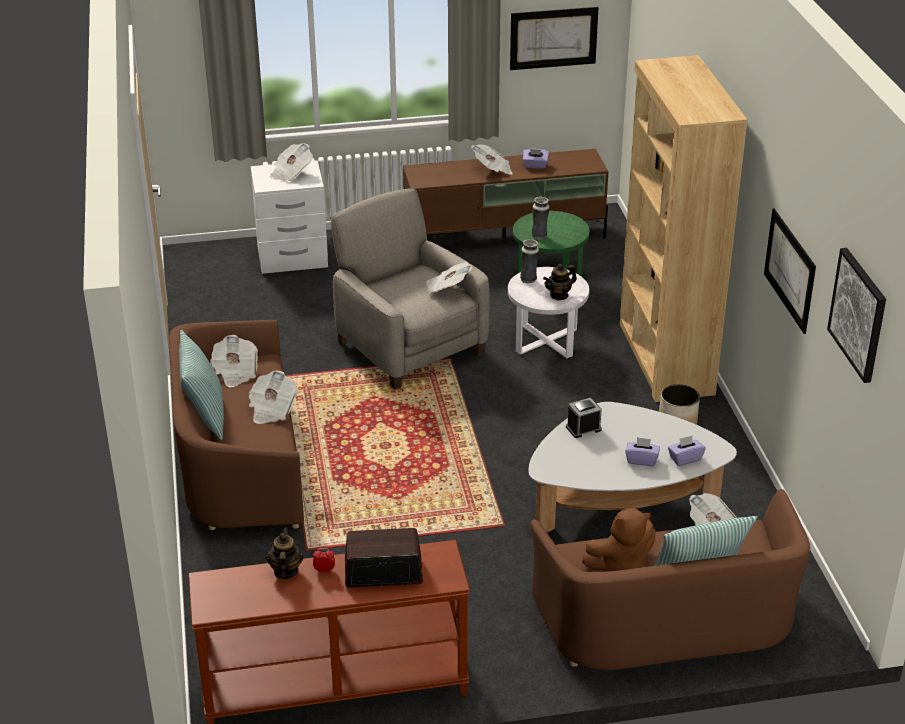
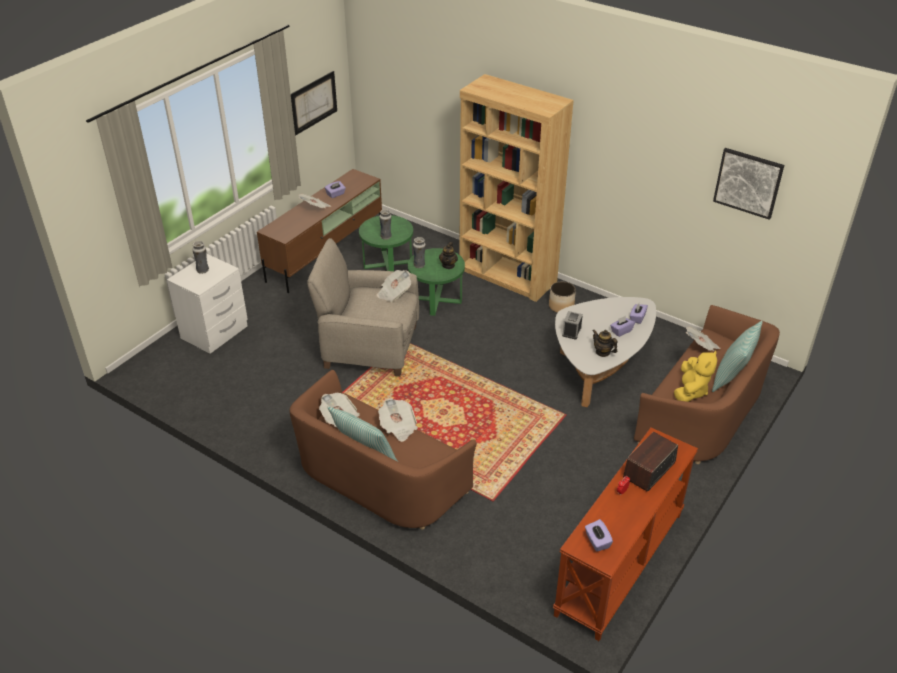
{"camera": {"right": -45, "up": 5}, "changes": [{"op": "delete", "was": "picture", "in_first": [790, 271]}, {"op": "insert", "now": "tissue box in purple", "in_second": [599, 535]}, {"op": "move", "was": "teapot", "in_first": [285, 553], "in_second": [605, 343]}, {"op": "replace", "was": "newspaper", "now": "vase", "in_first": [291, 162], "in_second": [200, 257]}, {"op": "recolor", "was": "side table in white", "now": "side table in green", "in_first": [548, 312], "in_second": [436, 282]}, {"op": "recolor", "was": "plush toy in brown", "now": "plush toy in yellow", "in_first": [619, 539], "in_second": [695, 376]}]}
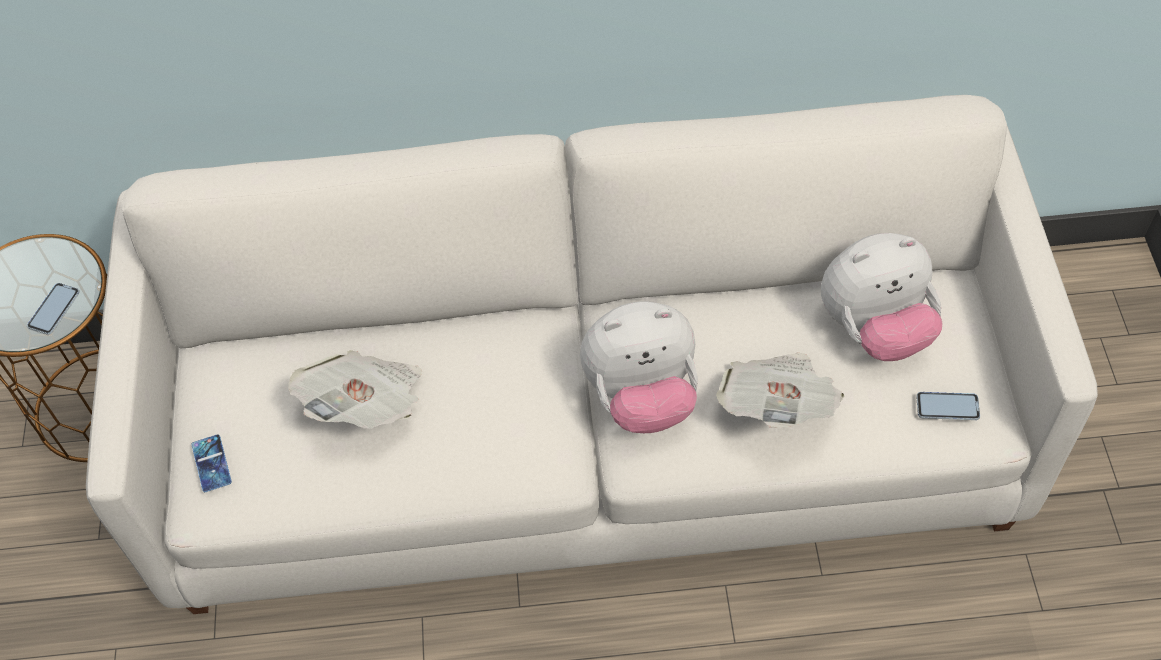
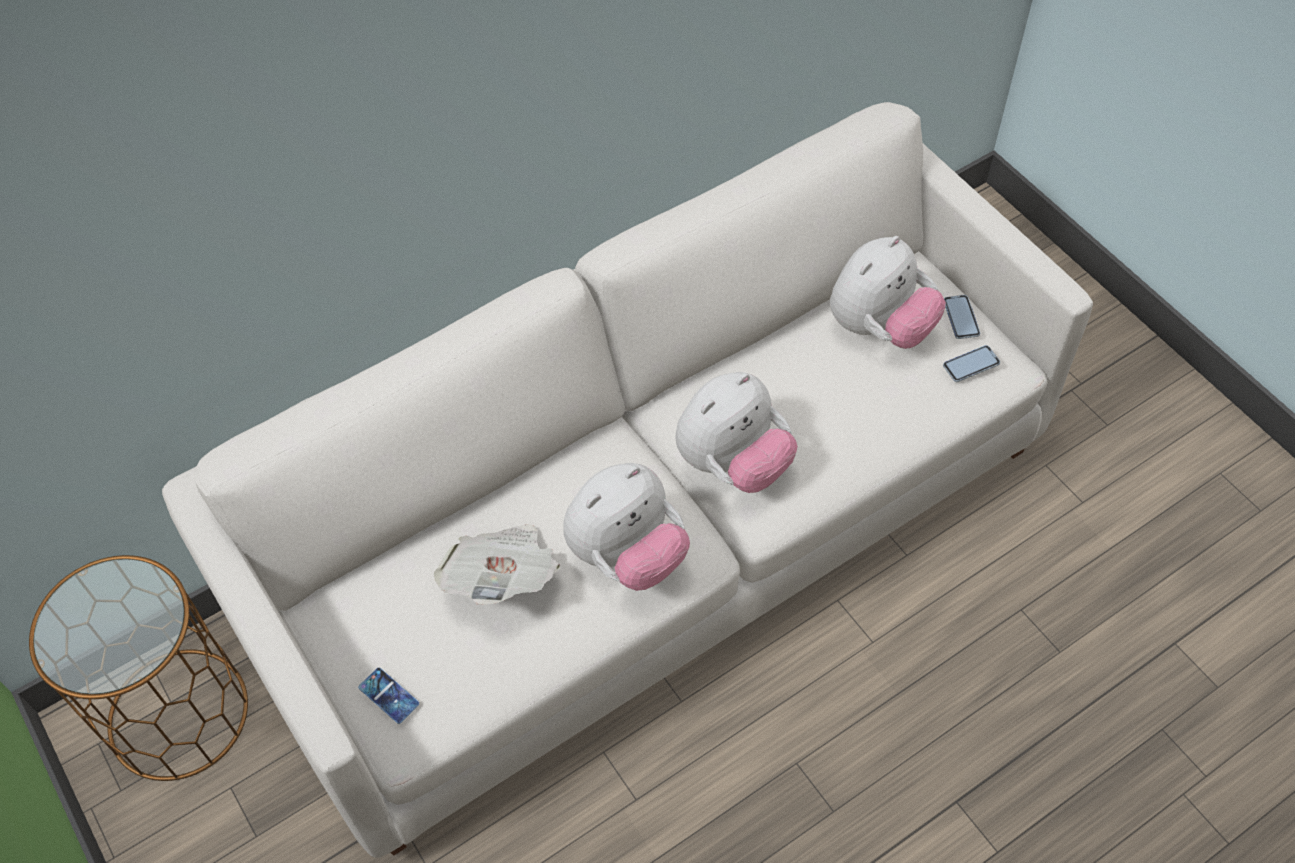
{"camera": {"right": -30, "up": 0}, "changes": [{"op": "delete", "was": "newspaper", "in_first": [780, 390]}, {"op": "insert", "now": "plush toy", "in_second": [626, 527]}, {"op": "move", "was": "phone", "in_first": [53, 309], "in_second": [962, 317]}]}
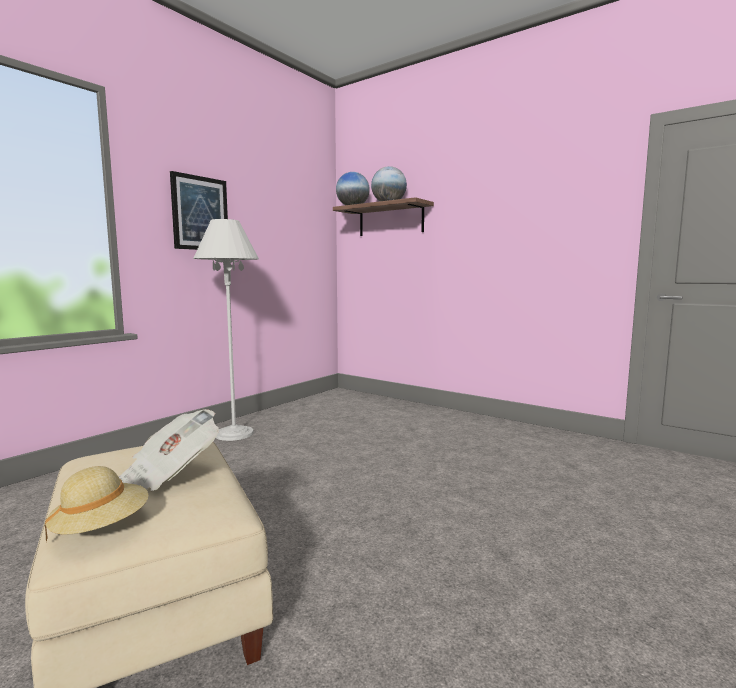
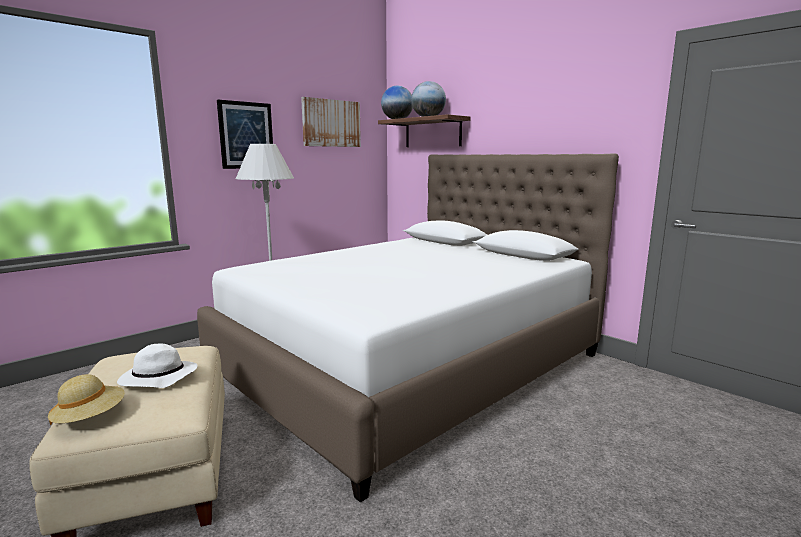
{"camera": {"right": 10, "up": 5}, "changes": [{"op": "insert", "now": "bed in white", "in_second": [408, 328]}, {"op": "insert", "now": "picture", "in_second": [331, 122]}, {"op": "replace", "was": "newspaper", "now": "hat in white", "in_first": [168, 450], "in_second": [157, 365]}]}
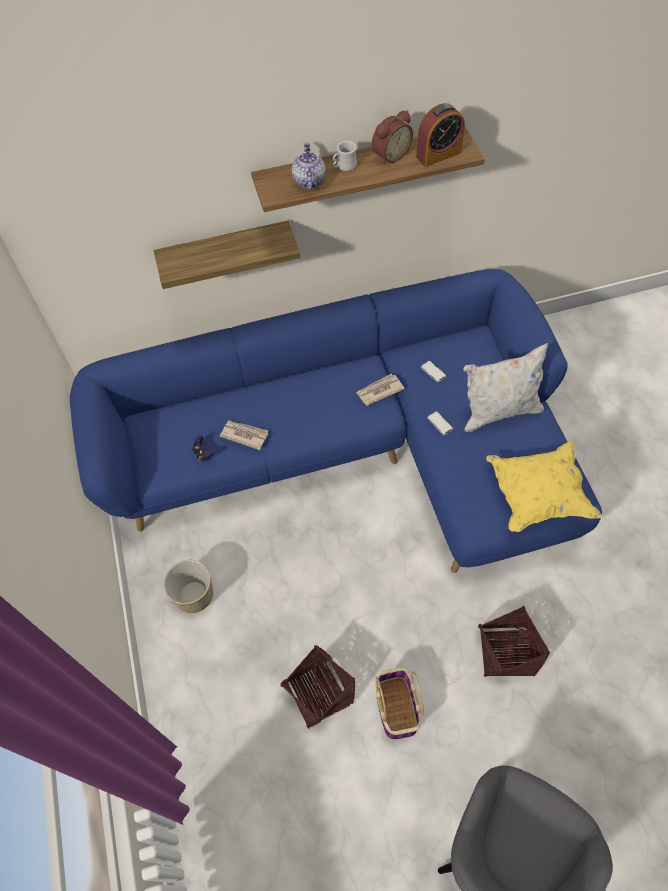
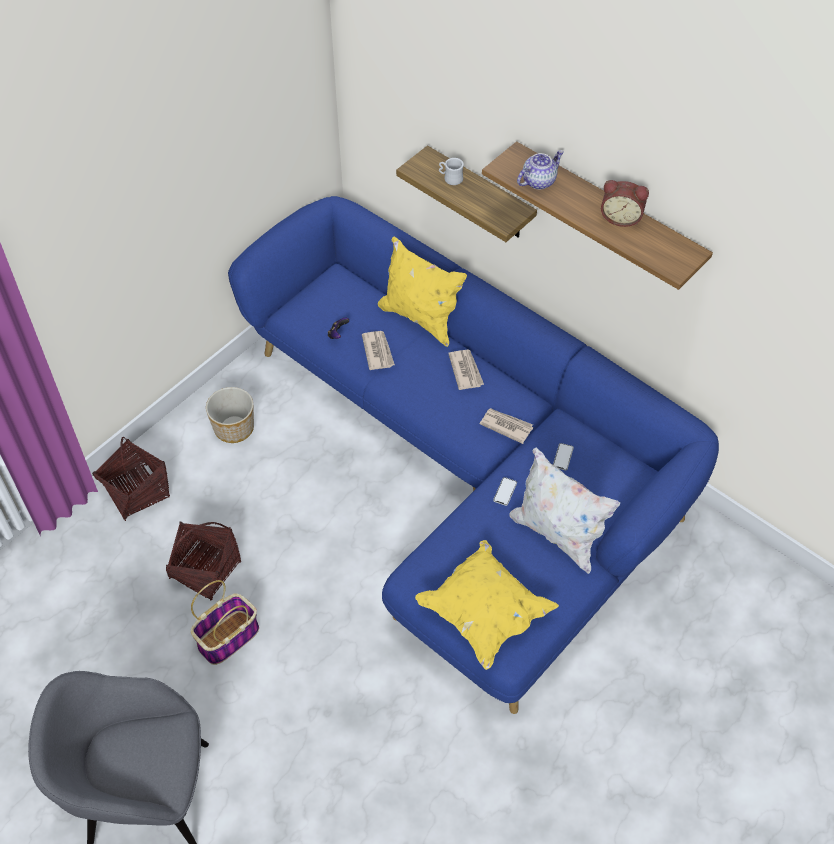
{"camera": {"right": 55, "up": -5}, "changes": [{"op": "delete", "was": "alarm clock", "in_first": [440, 135]}, {"op": "insert", "now": "pillow in yellow", "in_second": [422, 291]}, {"op": "insert", "now": "newspaper", "in_second": [466, 370]}, {"op": "move", "was": "mug in white", "in_first": [345, 156], "in_second": [451, 171]}, {"op": "move", "was": "basket", "in_first": [514, 641], "in_second": [131, 479]}]}
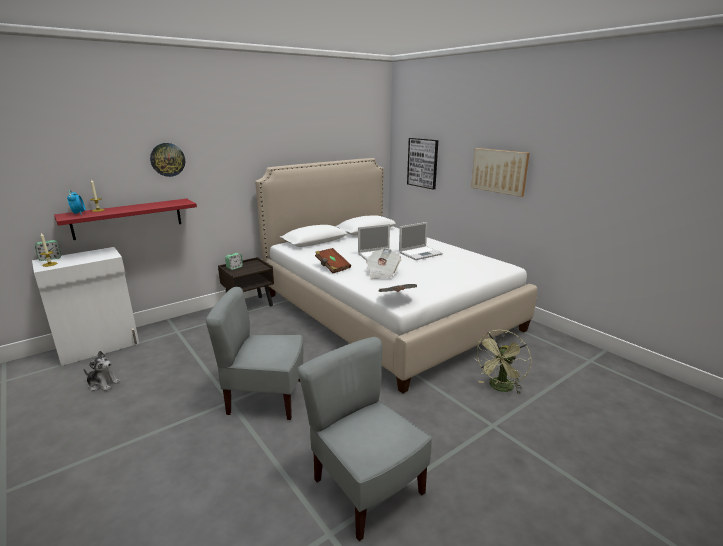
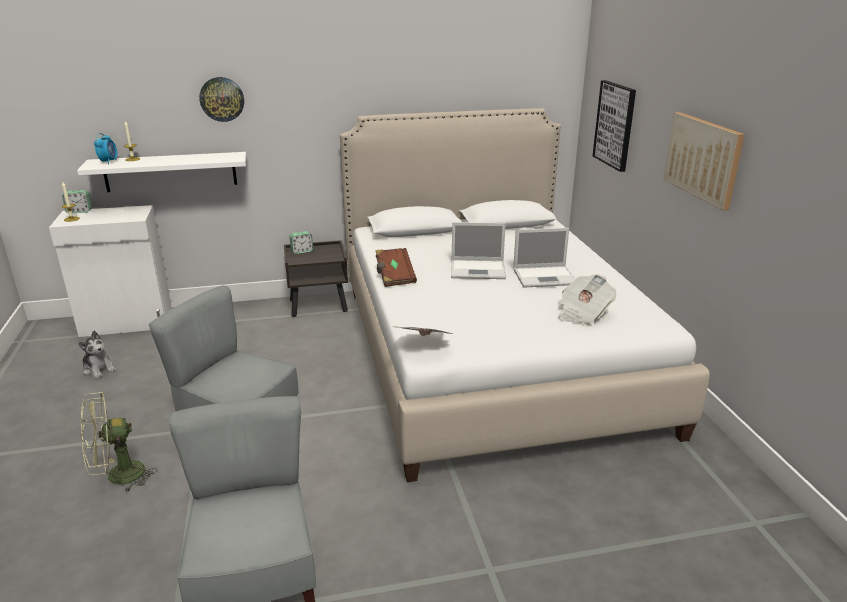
{"camera": {"right": 25, "up": 5}, "changes": [{"op": "move", "was": "newspaper", "in_first": [383, 263], "in_second": [587, 299]}, {"op": "move", "was": "fan in green", "in_first": [503, 362], "in_second": [119, 442]}, {"op": "recolor", "was": "shelf in red", "now": "shelf in white", "in_first": [125, 219], "in_second": [162, 172]}]}
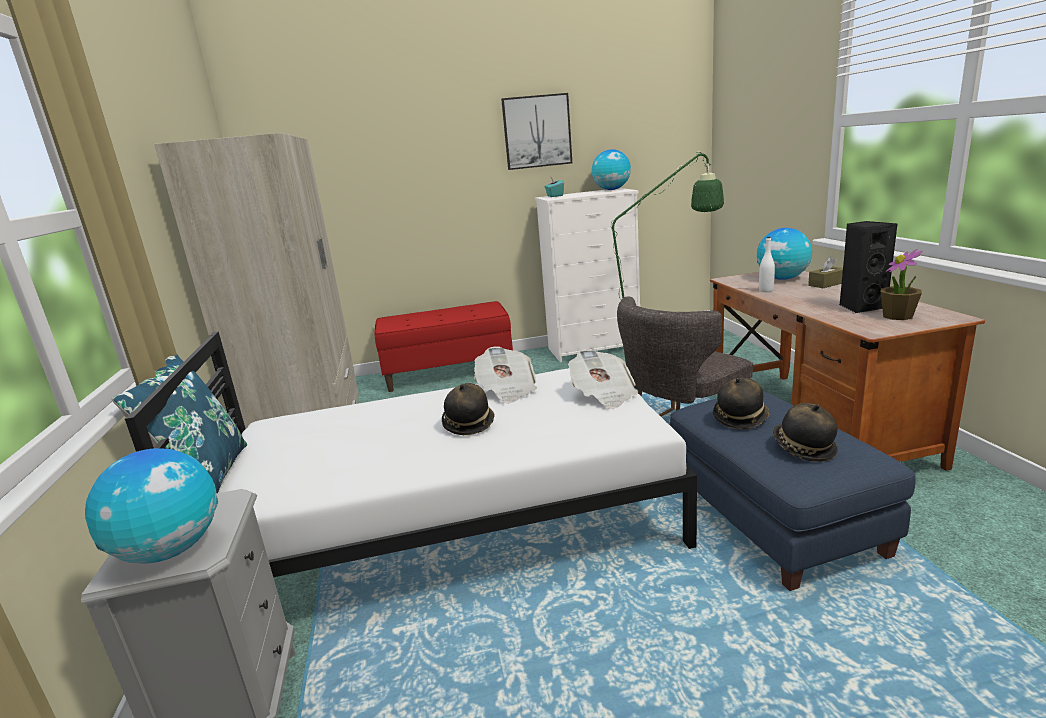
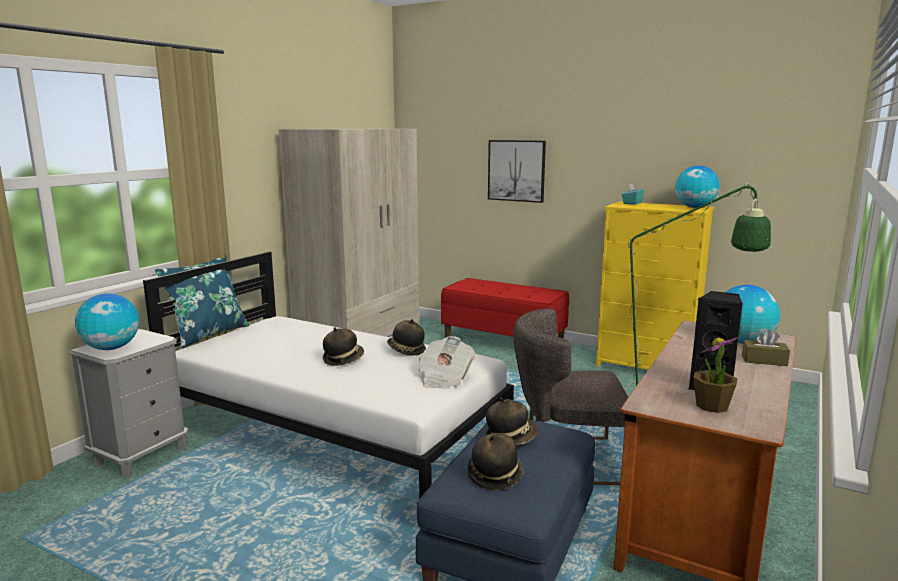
{"camera": {"right": 40, "up": -5}, "changes": [{"op": "delete", "was": "bottle in white", "in_first": [767, 264]}, {"op": "move", "was": "picture", "in_first": [536, 131], "in_second": [517, 171]}, {"op": "replace", "was": "newspaper", "now": "hat", "in_first": [505, 375], "in_second": [406, 337]}, {"op": "recolor", "was": "dresser in white", "now": "dresser in yellow", "in_first": [587, 275], "in_second": [655, 286]}]}
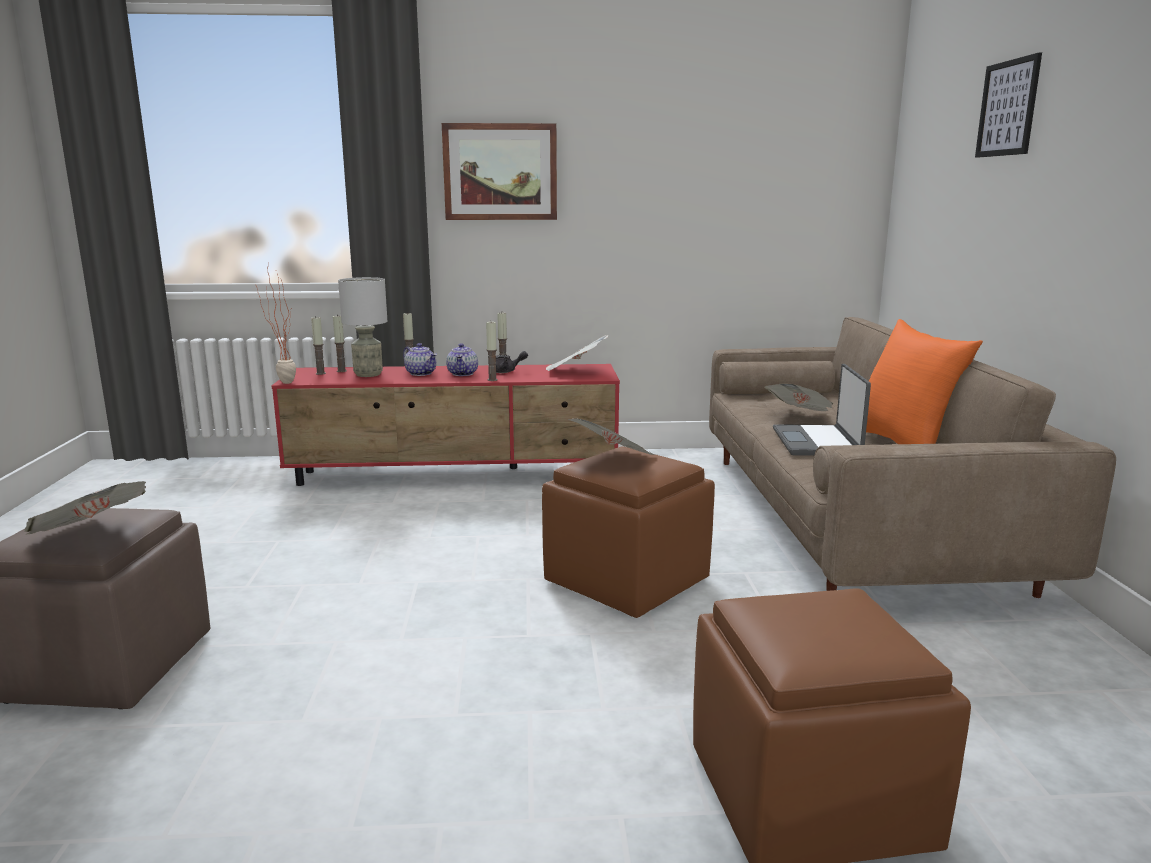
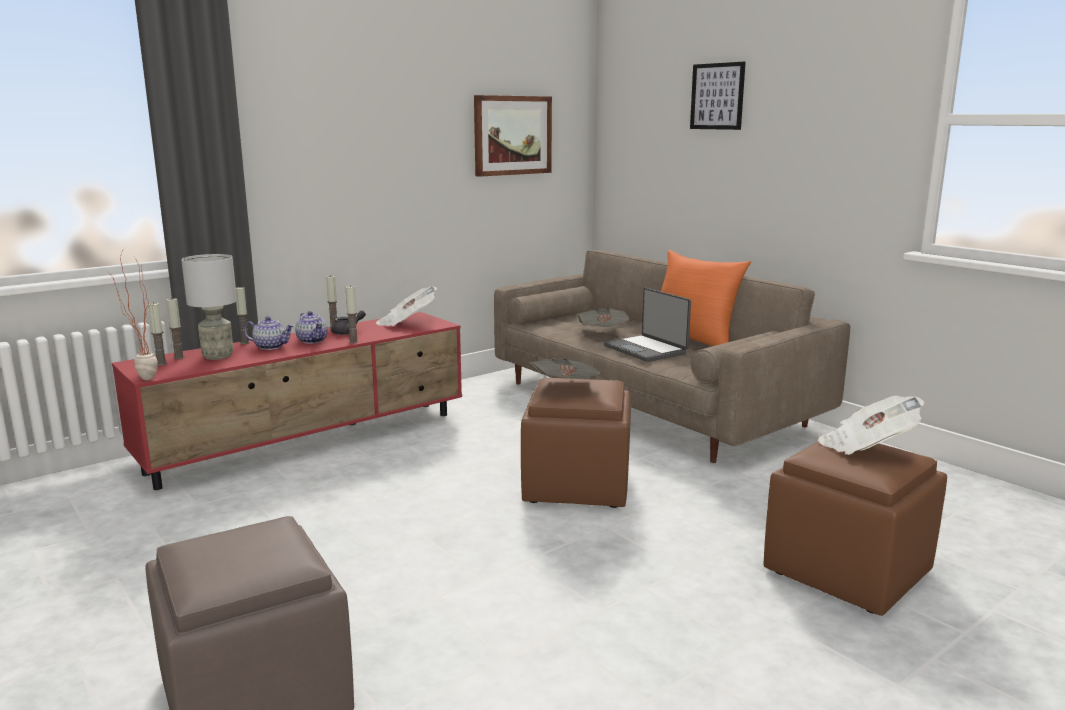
{"camera": {"right": -35, "up": 0}, "changes": [{"op": "move", "was": "newspaper", "in_first": [85, 508], "in_second": [871, 425]}, {"op": "move", "was": "picture", "in_first": [499, 171], "in_second": [513, 136]}]}
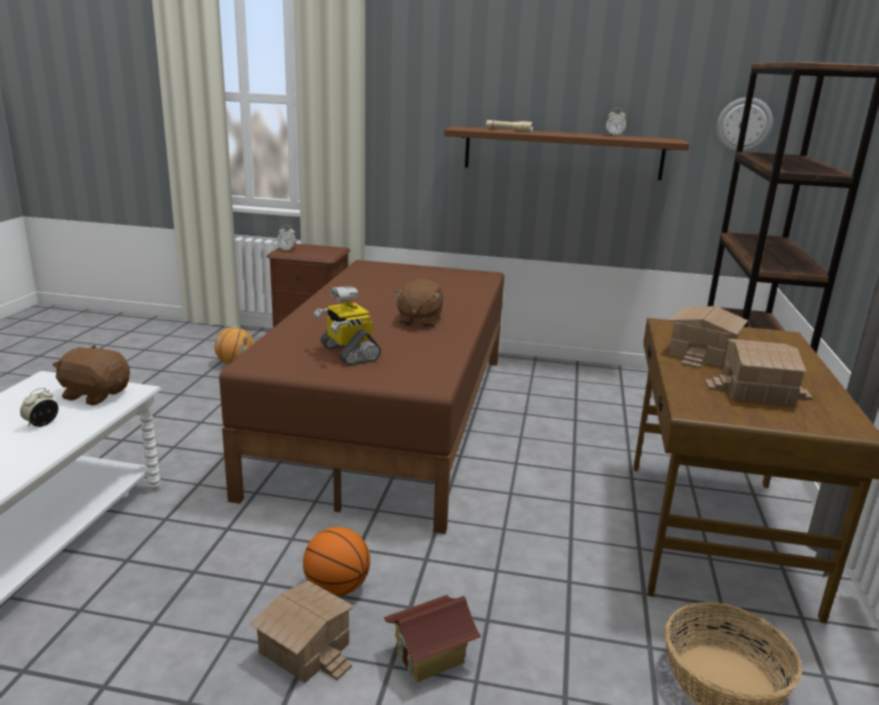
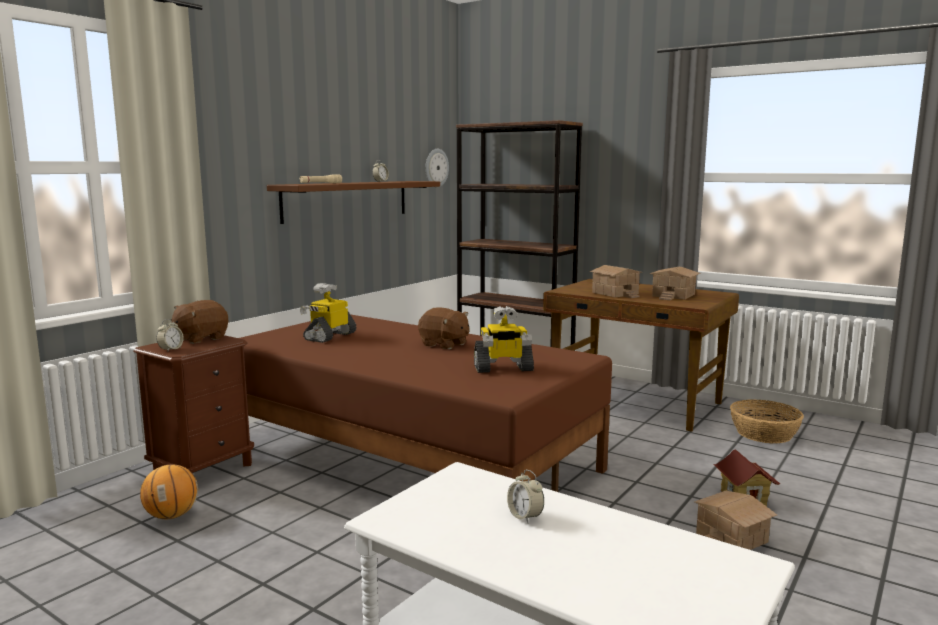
{"camera": {"right": -65, "up": -10}, "changes": [{"op": "delete", "was": "basketball", "in_first": [336, 562]}, {"op": "insert", "now": "toy robot", "in_second": [328, 313]}, {"op": "move", "was": "plush toy in brown", "in_first": [91, 375], "in_second": [199, 322]}]}
